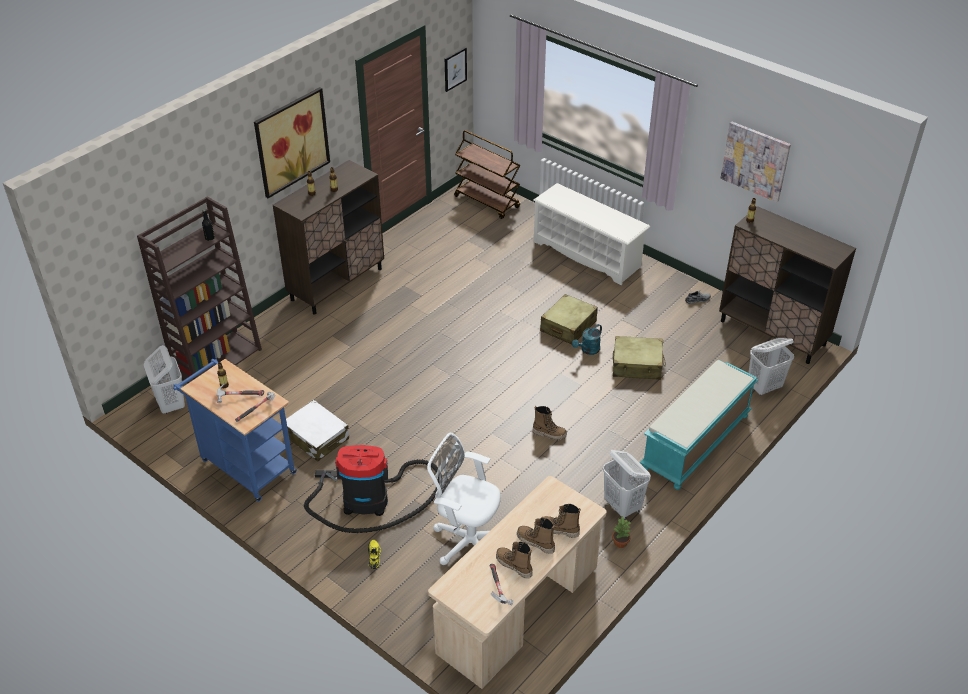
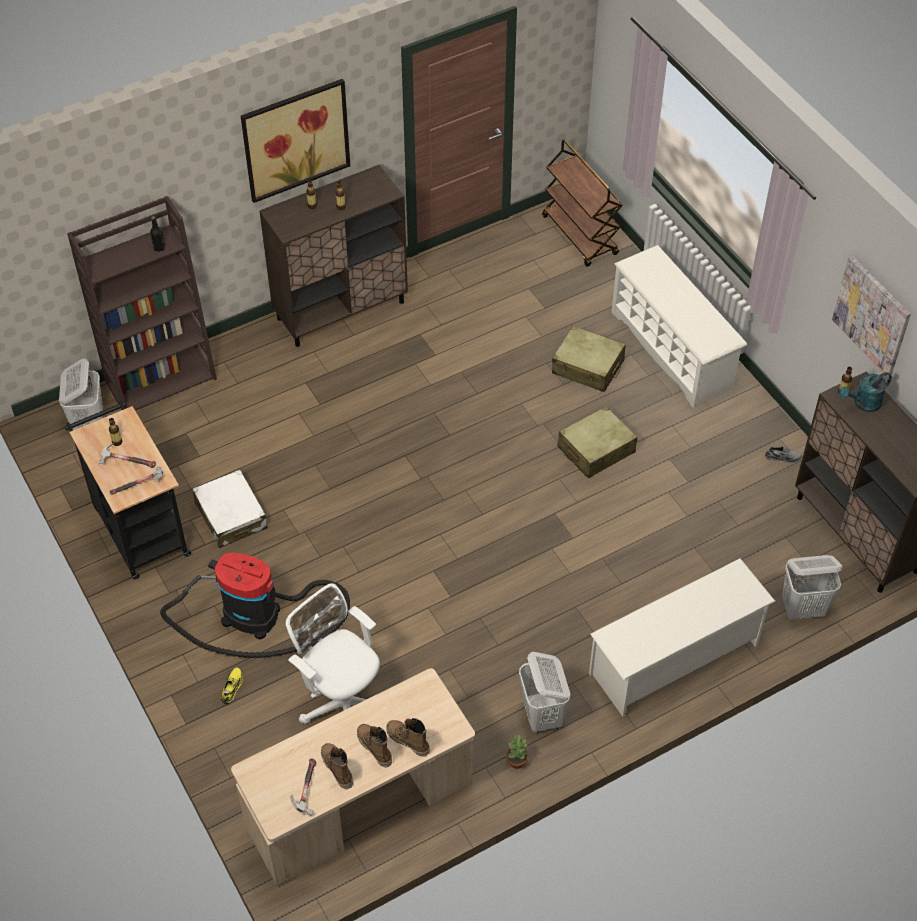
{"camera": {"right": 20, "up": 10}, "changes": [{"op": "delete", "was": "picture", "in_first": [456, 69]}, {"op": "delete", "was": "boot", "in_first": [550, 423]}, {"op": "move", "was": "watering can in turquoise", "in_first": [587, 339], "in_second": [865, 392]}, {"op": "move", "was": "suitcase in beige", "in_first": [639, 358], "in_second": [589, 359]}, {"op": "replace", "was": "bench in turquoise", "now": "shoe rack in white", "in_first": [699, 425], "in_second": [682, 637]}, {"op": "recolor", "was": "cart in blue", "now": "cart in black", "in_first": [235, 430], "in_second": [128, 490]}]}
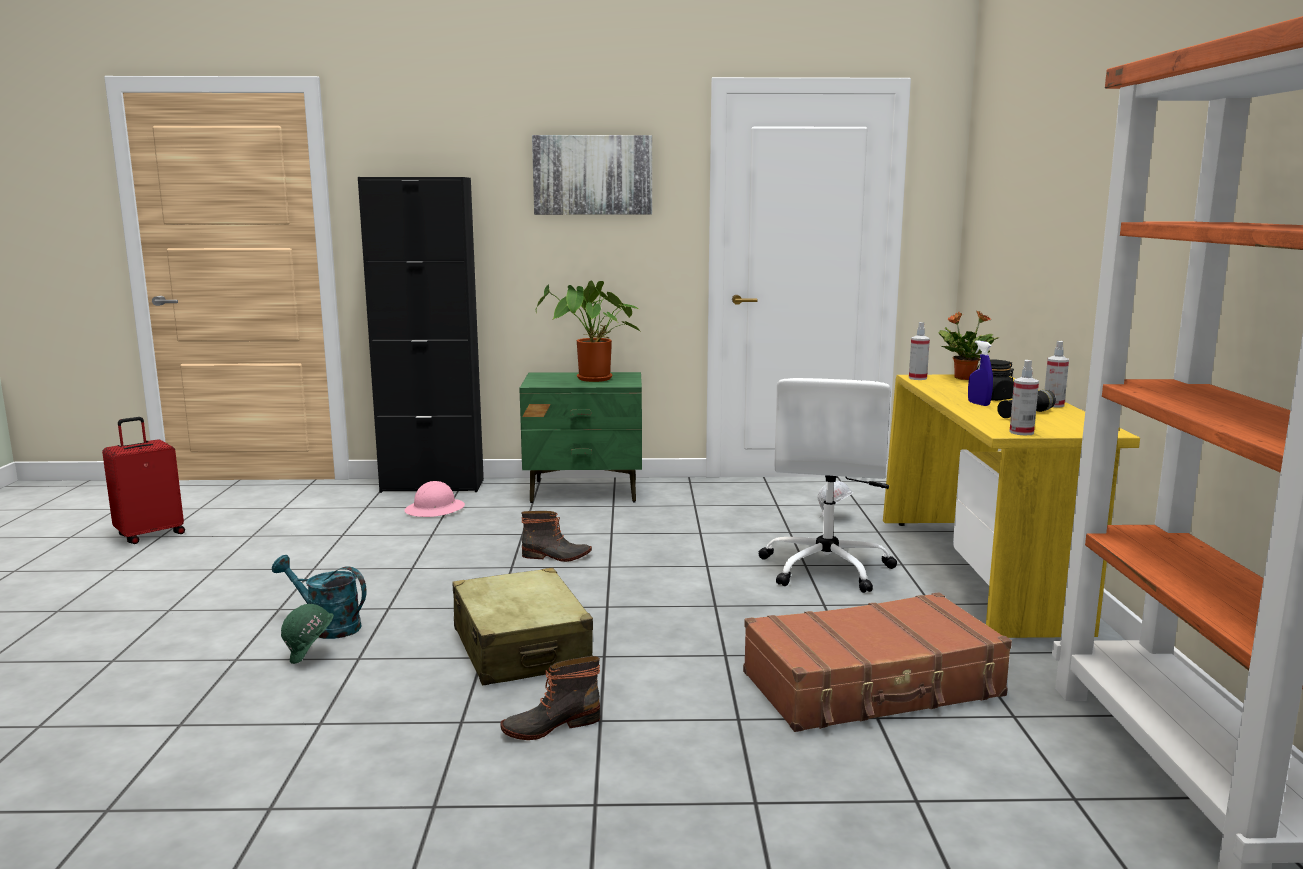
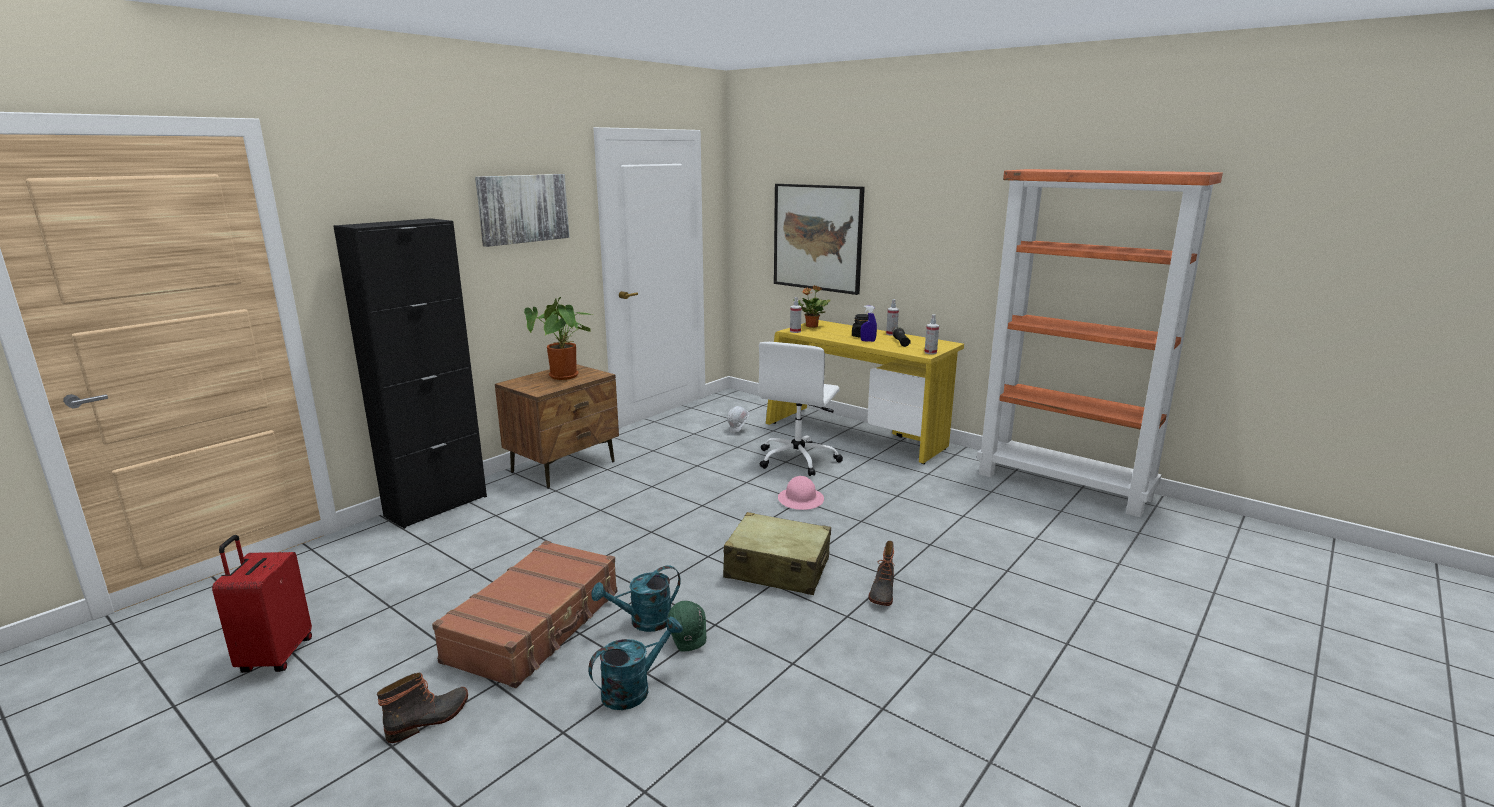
{"camera": {"right": -50, "up": 5}, "changes": [{"op": "insert", "now": "watering can in turquoise", "in_second": [635, 663]}, {"op": "insert", "now": "picture", "in_second": [819, 239]}, {"op": "move", "was": "hard hat in pink", "in_first": [434, 499], "in_second": [801, 493]}, {"op": "move", "was": "boot", "in_first": [556, 536], "in_second": [422, 707]}, {"op": "move", "was": "suitcase in brown", "in_first": [877, 662], "in_second": [525, 614]}, {"op": "recolor", "was": "nightstand in green", "now": "nightstand in brown", "in_first": [580, 437], "in_second": [557, 426]}, {"op": "rotate", "was": "office chair in white", "in_first": [827, 485], "in_second": [801, 409], "clockwise": 60}]}
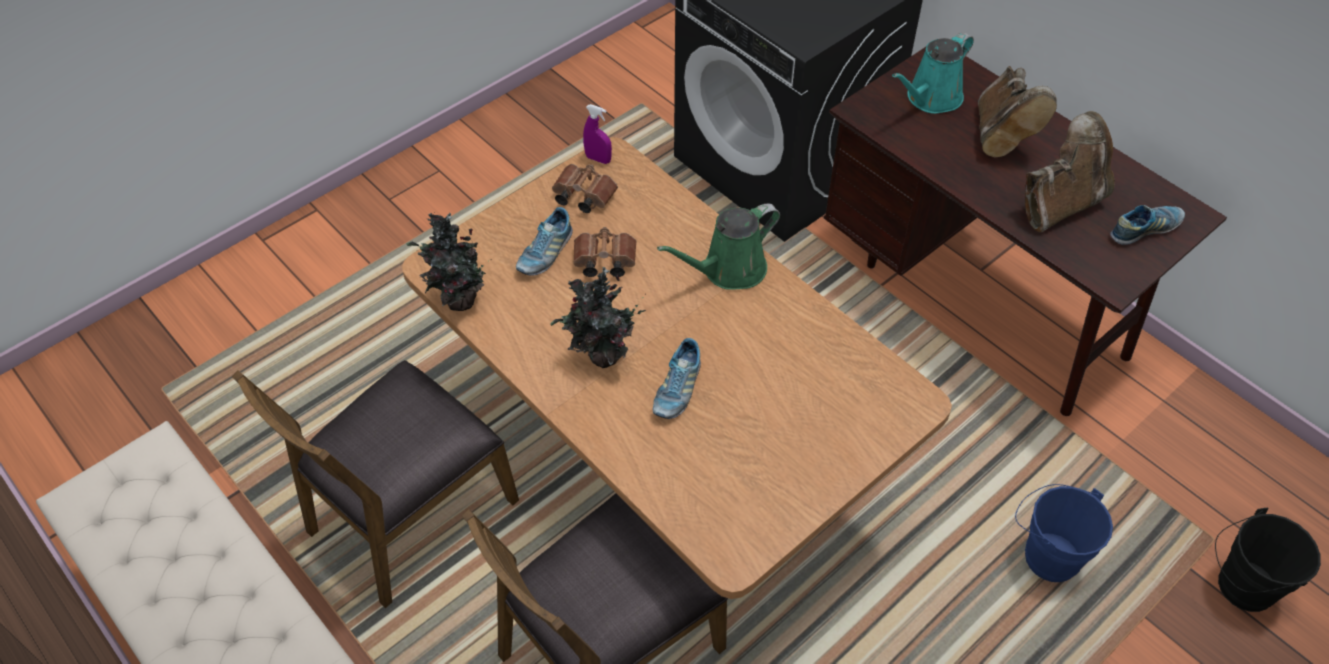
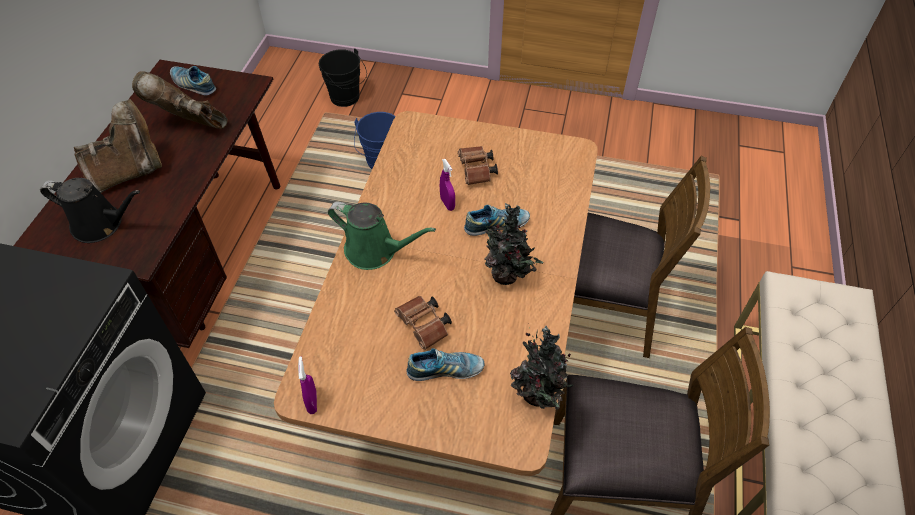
{"camera": {"right": -125, "up": 0}, "changes": [{"op": "insert", "now": "spray bottle in purple", "in_second": [447, 185]}, {"op": "move", "was": "binoculars in brown", "in_first": [585, 188], "in_second": [478, 165]}, {"op": "recolor", "was": "watering can in turquoise", "now": "watering can in black", "in_first": [933, 73], "in_second": [90, 210]}]}
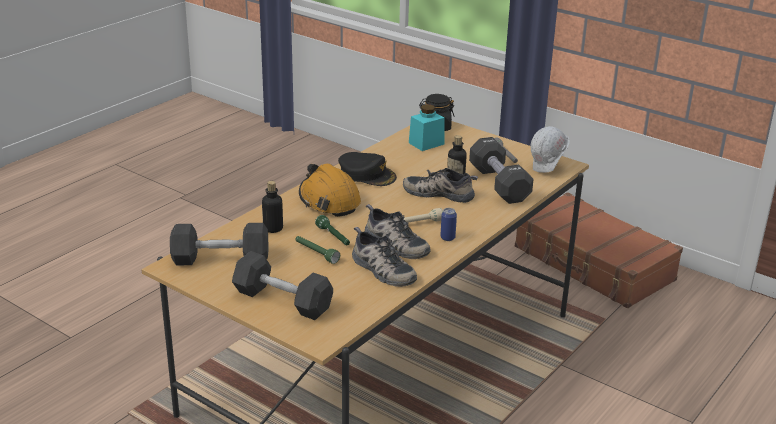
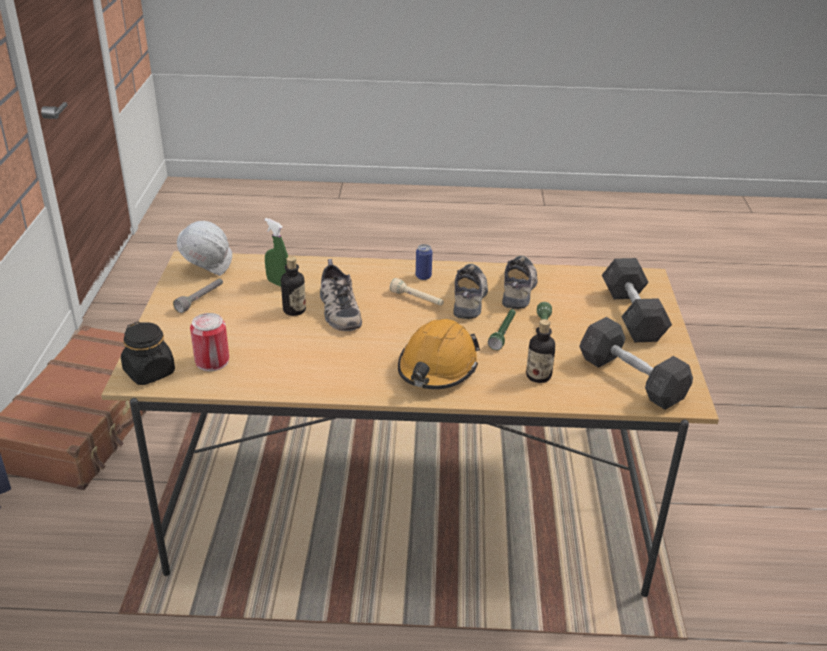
{"camera": {"right": -125, "up": 5}, "changes": [{"op": "delete", "was": "cap in black", "in_first": [367, 169]}, {"op": "replace", "was": "jar in turquoise", "now": "can", "in_first": [426, 127], "in_second": [209, 342]}, {"op": "replace", "was": "dumbbell in black", "now": "spray bottle in green", "in_first": [501, 170], "in_second": [276, 252]}]}
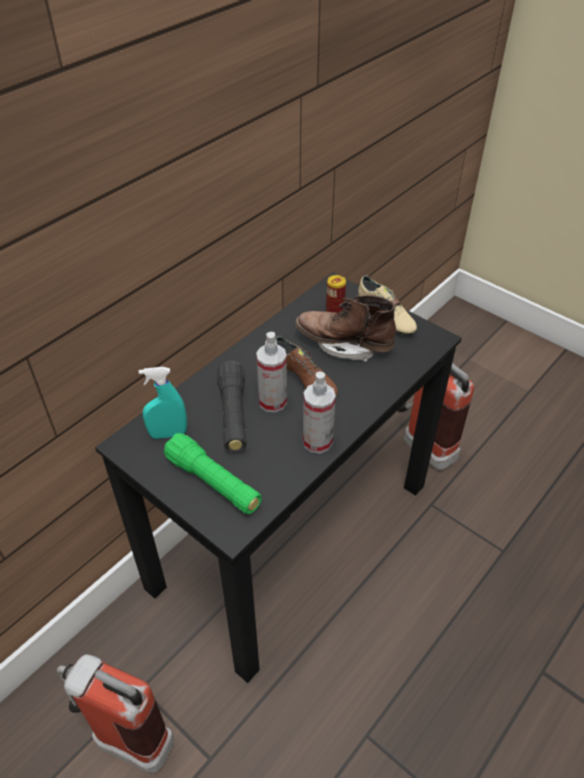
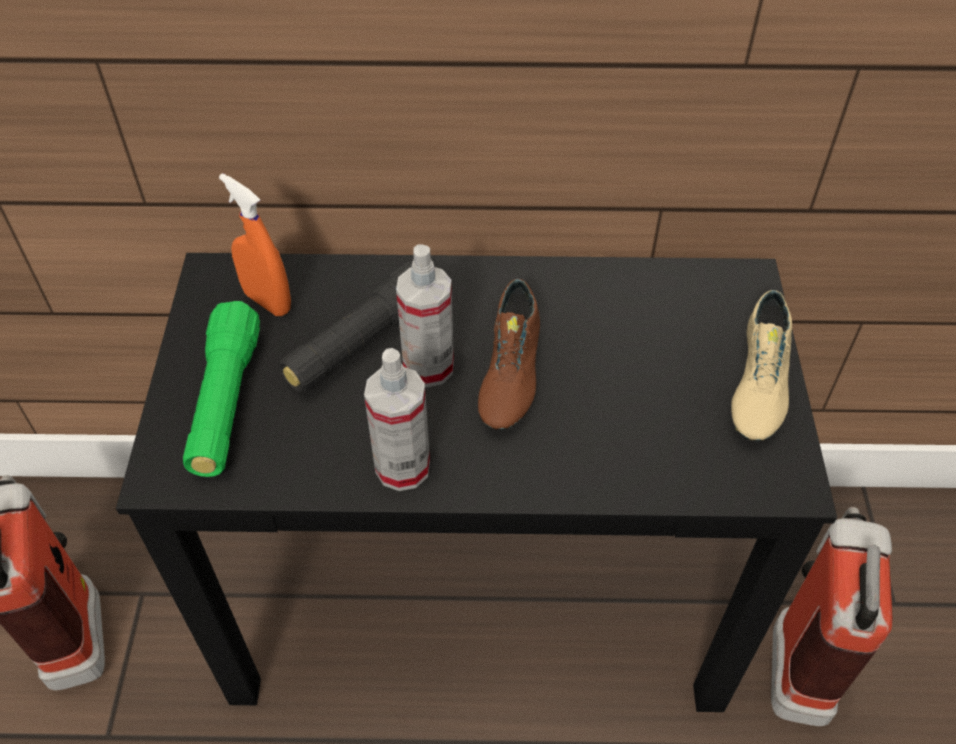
{"camera": {"right": 50, "up": 5}, "changes": [{"op": "delete", "was": "boot in brown", "in_first": [347, 328]}, {"op": "delete", "was": "can", "in_first": [336, 294]}, {"op": "recolor", "was": "spray bottle in turquoise", "now": "spray bottle in orange", "in_first": [163, 403], "in_second": [255, 244]}]}
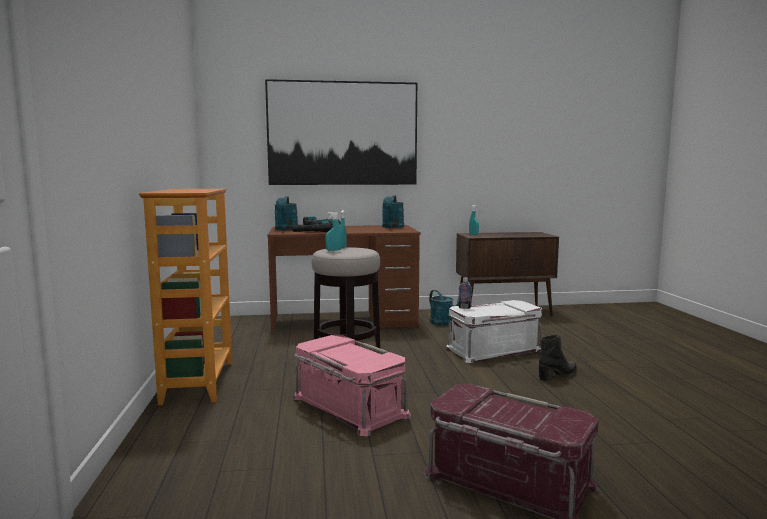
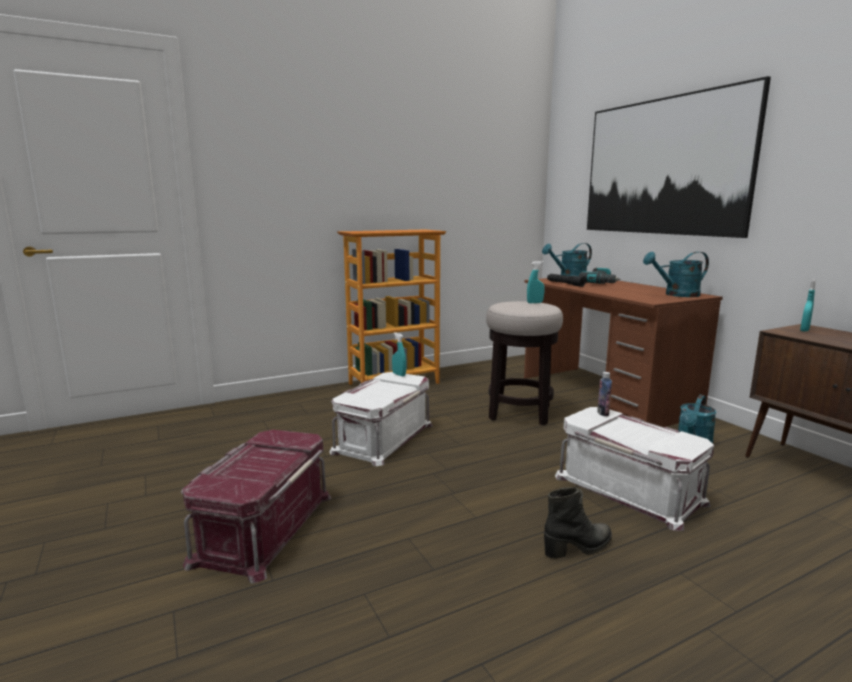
{"camera": {"right": 70, "up": 5}, "changes": [{"op": "move", "was": "spray bottle in turquoise", "in_first": [333, 231], "in_second": [399, 354]}, {"op": "recolor", "was": "storage box in pink", "now": "storage box in white", "in_first": [352, 385], "in_second": [381, 419]}, {"op": "rotate", "was": "boot in black", "in_first": [558, 358], "in_second": [578, 523], "clockwise": -60}]}
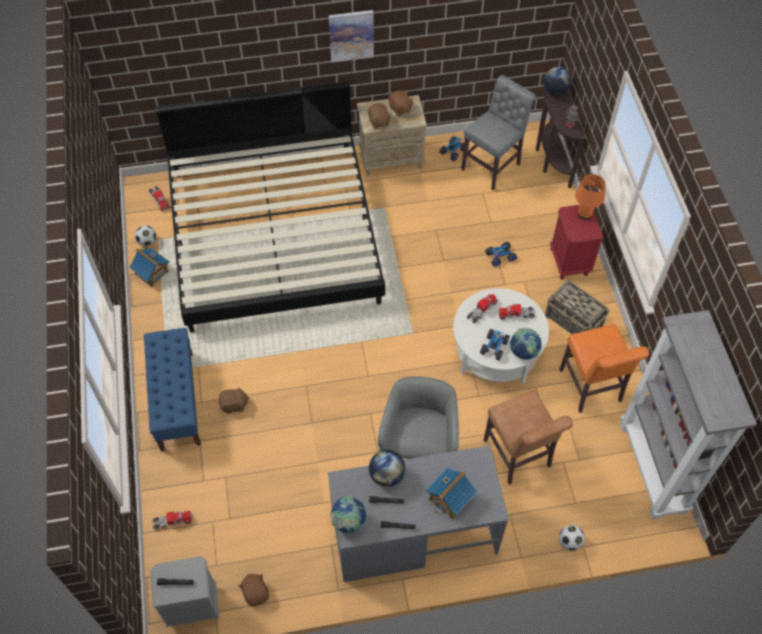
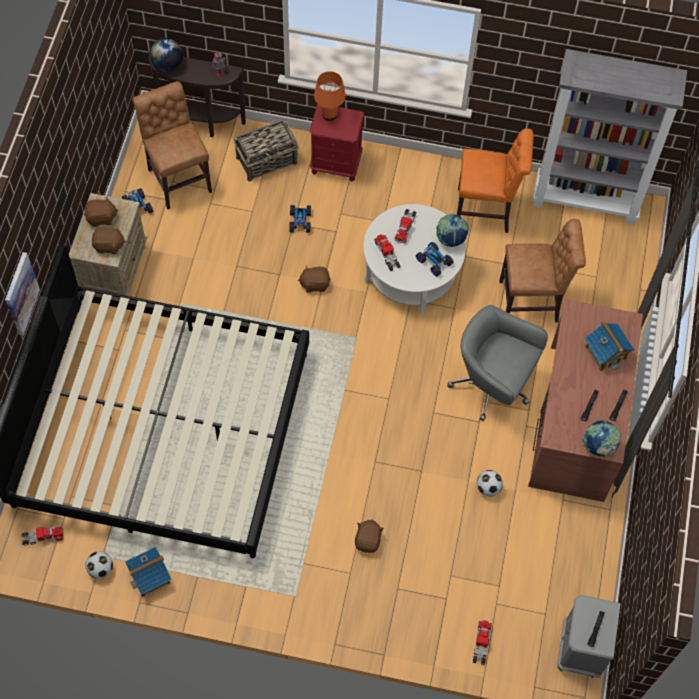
{"camera": {"right": -70, "up": 5}, "changes": [{"op": "delete", "was": "bench in blue", "in_first": [172, 390]}, {"op": "delete", "was": "globe", "in_first": [387, 468]}, {"op": "move", "was": "plush toy in brown", "in_first": [253, 590], "in_second": [314, 279]}, {"op": "move", "was": "picture", "in_first": [351, 36], "in_second": [22, 294]}, {"op": "move", "was": "basket", "in_first": [577, 307], "in_second": [266, 151]}, {"op": "move", "was": "football", "in_first": [572, 538], "in_second": [490, 483]}, {"op": "recolor", "was": "desk in grey", "now": "desk in brown", "in_first": [418, 513], "in_second": [585, 400]}, {"op": "recolor", "was": "chair in grey", "now": "chair in brown", "in_first": [498, 132], "in_second": [172, 145]}]}
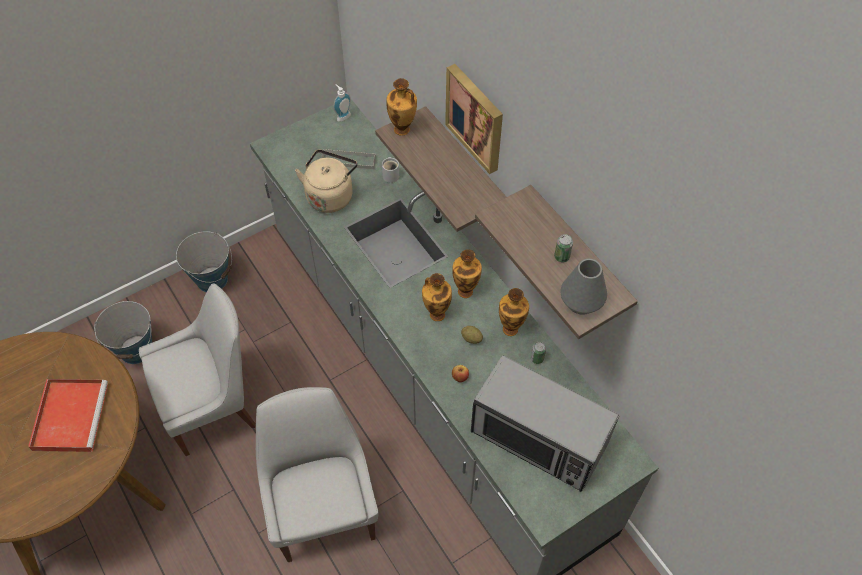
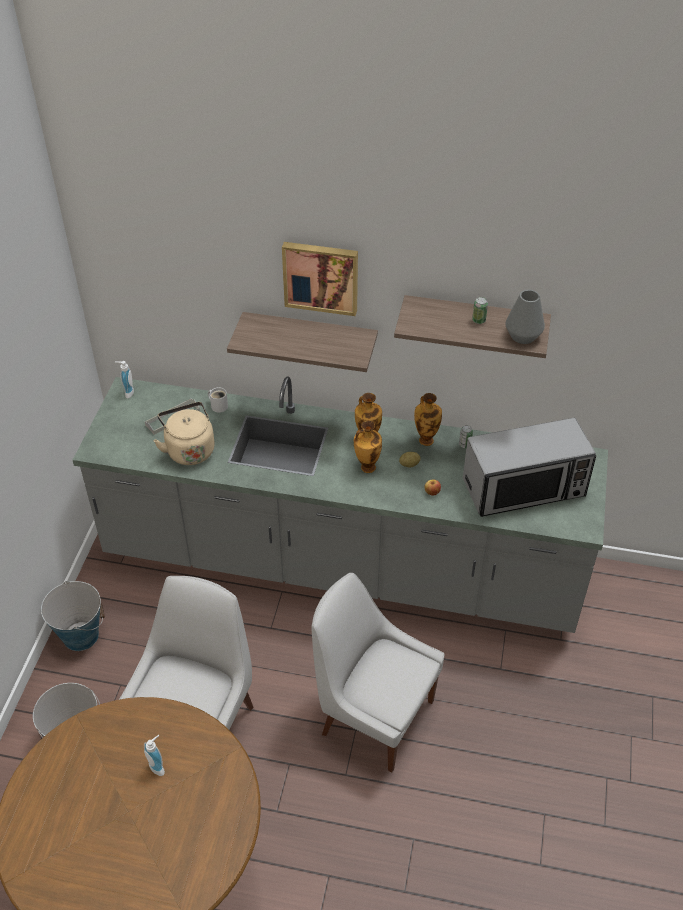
{"camera": {"right": -45, "up": -10}, "changes": [{"op": "delete", "was": "vase", "in_first": [401, 107]}, {"op": "replace", "was": "tray in red", "now": "soap dispenser", "in_first": [68, 415], "in_second": [154, 755]}]}
